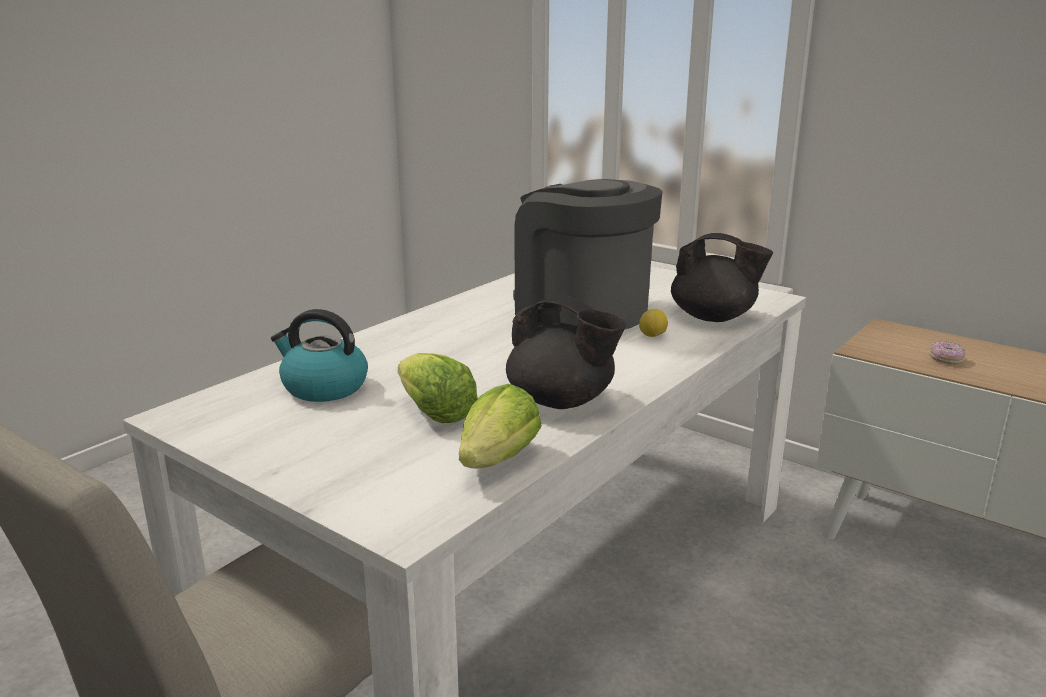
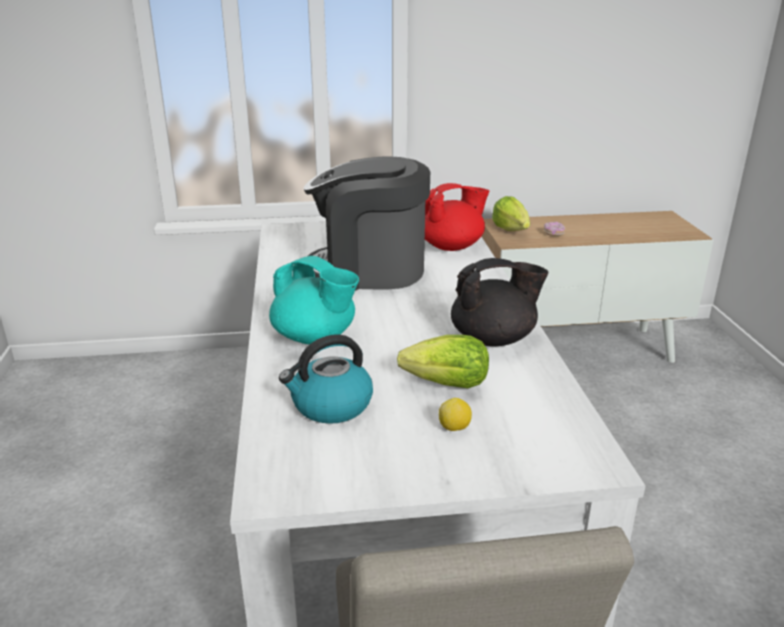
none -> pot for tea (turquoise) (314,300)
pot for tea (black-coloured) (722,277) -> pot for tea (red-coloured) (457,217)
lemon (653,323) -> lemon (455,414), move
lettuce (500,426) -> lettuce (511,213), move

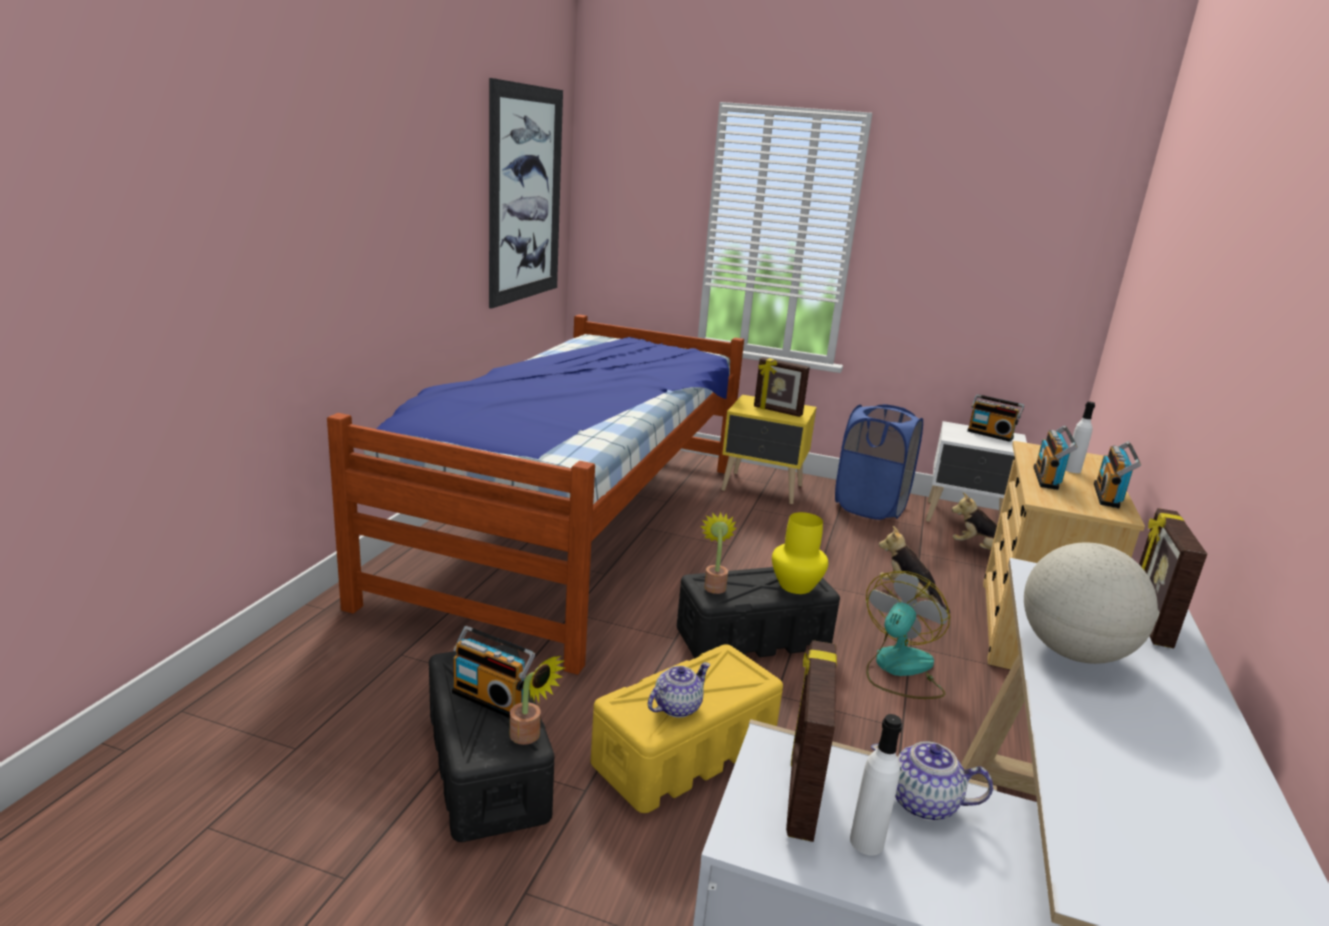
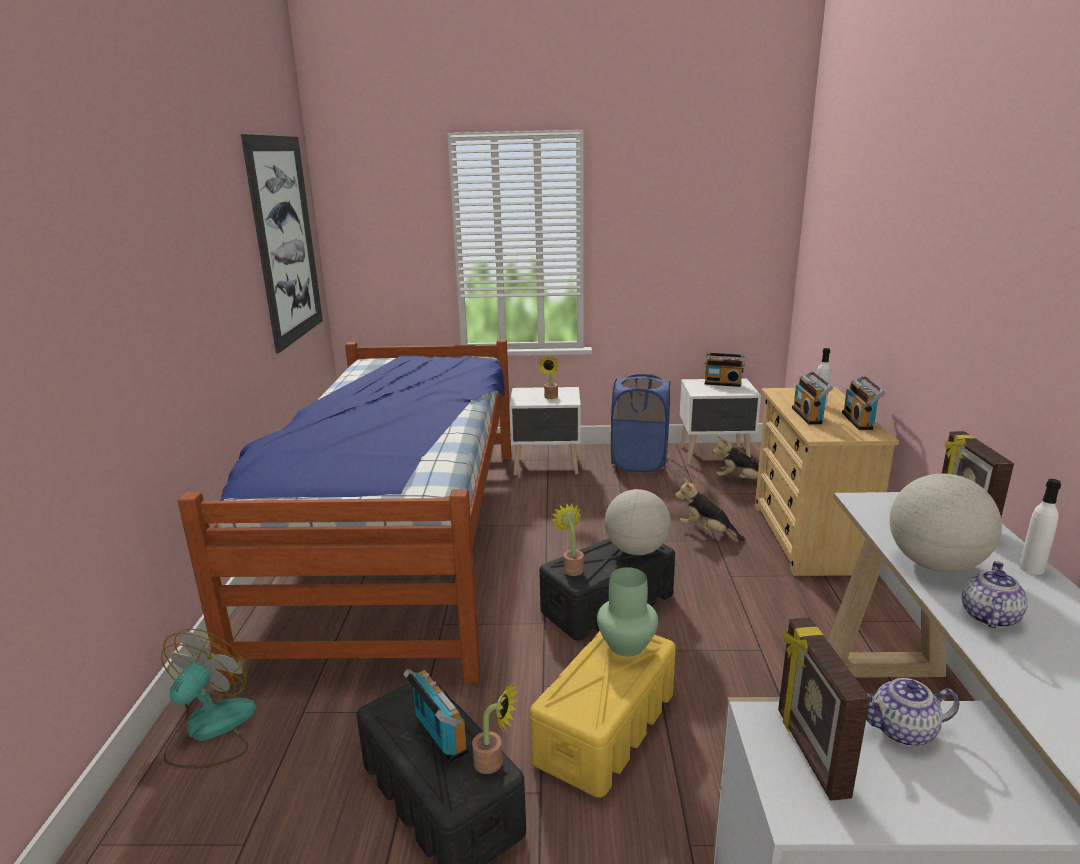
cooling fan (908,635) -> cooling fan (208,698), move
radio (493,672) -> radio (436,715), 135 degrees counterclockwise
night table (yellowish) (769,449) -> night table (white-coloured) (545,431)
photo frame (782,387) -> houseplant (548,377)
none -> decorative vase (greenish) (627,612)
decorative vase (yellowish) (800,553) -> globe (638,522)
pot for tea (679,690) -> pot for tea (995,594), move
beverage bottle (white-coloured) (876,784) -> beverage bottle (white-coloured) (1040,527), move

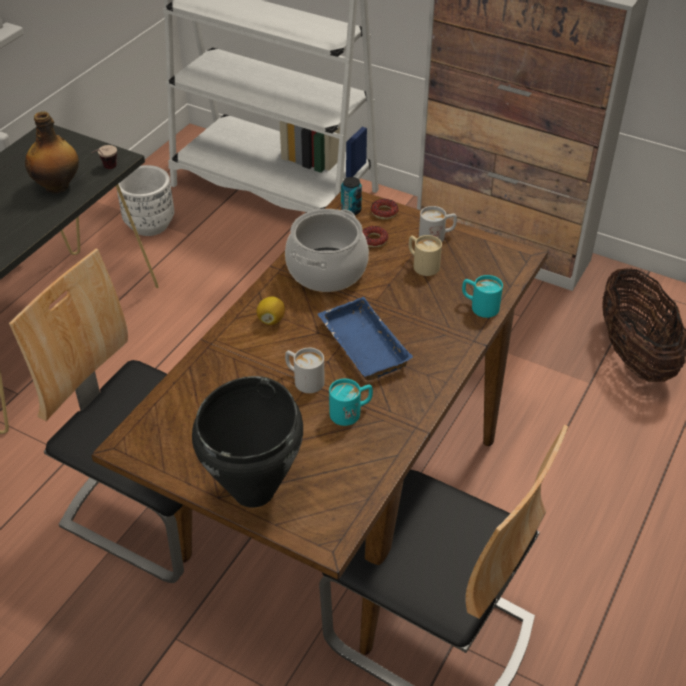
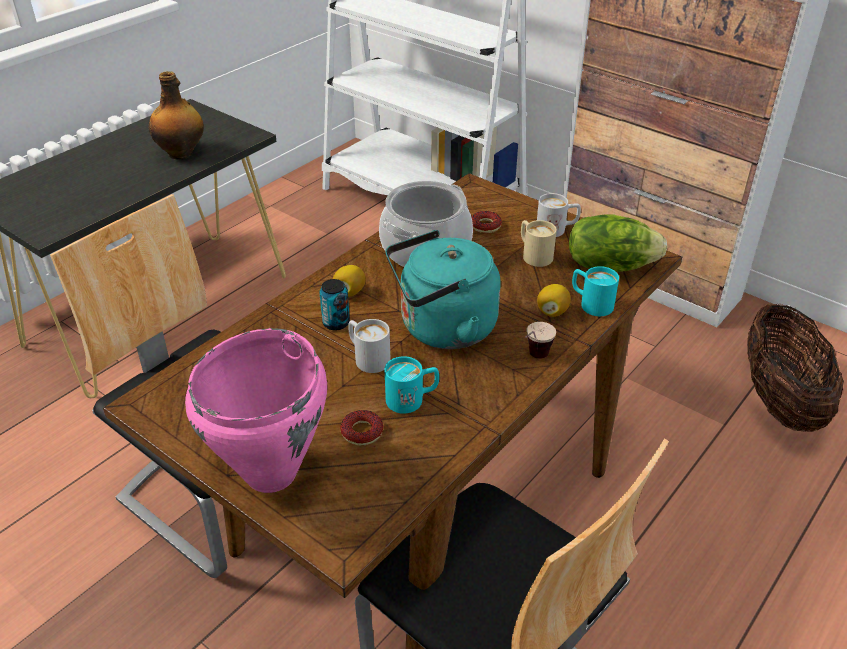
cooking pot (black-coloured) (247,442) -> cooking pot (pinkish) (256,410)
metal can (351,196) -> metal can (334,304), move
ring doughnut (385,209) -> ring doughnut (361,428), move
tray (blue-coloured) (365,339) -> water kettle (turquoise) (443,289)
small cup (104,157) -> small cup (540,340), move
none -> lemon (554,300)
none -> lettuce (618,243)
flower pot (white-coloured) (145,200) -> none

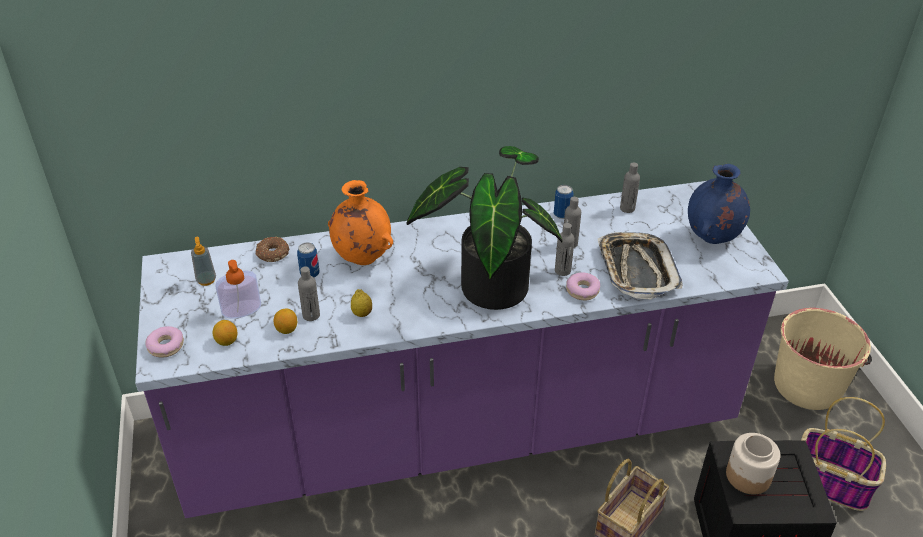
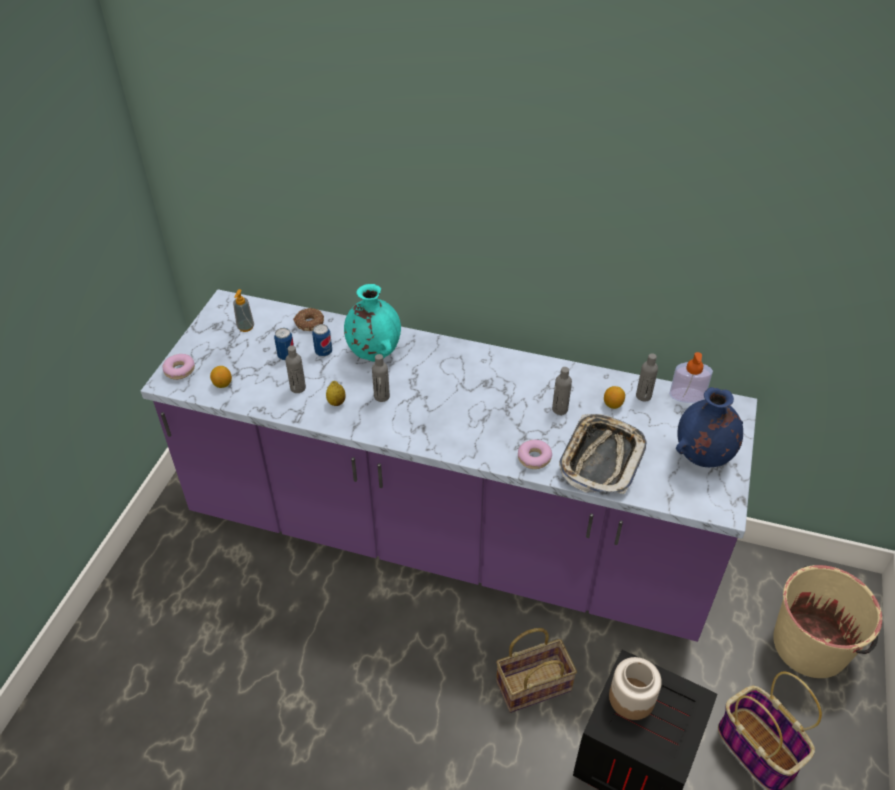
metal can (563,202) -> metal can (284,344), move
decorative vase (orange) (360,222) -> decorative vase (turquoise) (372,323)
beverage bottle (greyish) (565,249) -> beverage bottle (greyish) (381,378), move
lemon (285,321) -> lemon (614,397), move
liquid soap bottle (238,289) -> liquid soap bottle (691,377), move
houseplant (485,228) -> none

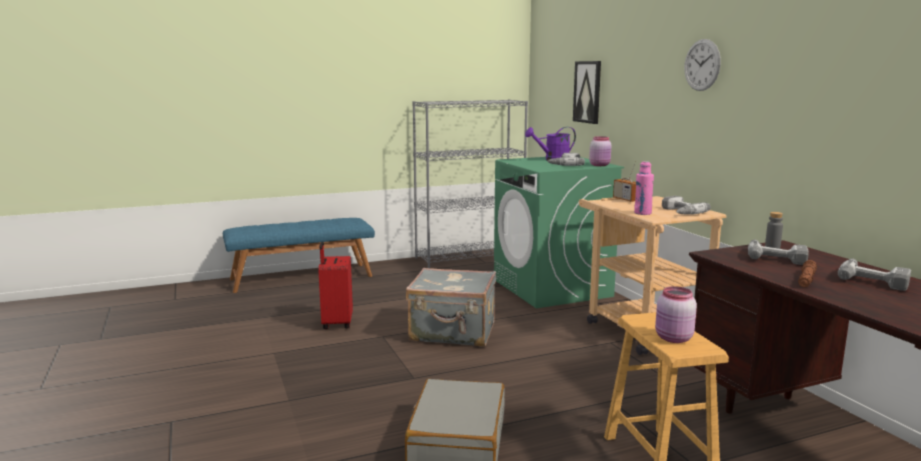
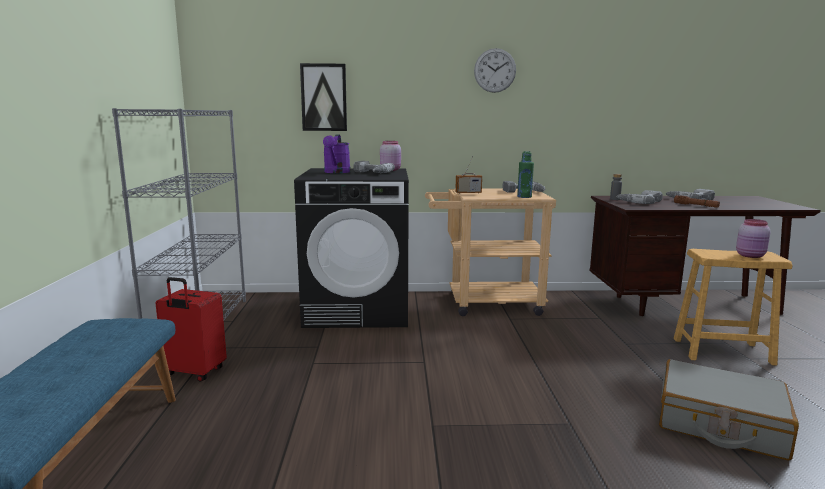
travel case (red-coloured) (335,285) -> travel case (red-coloured) (191,329), move
laundry machine (greenish) (559,232) -> laundry machine (black-coloured) (351,248)
beverage bottle (pinkish) (644,188) -> beverage bottle (greenish) (525,174)
travel case (greyish) (451,306) -> none

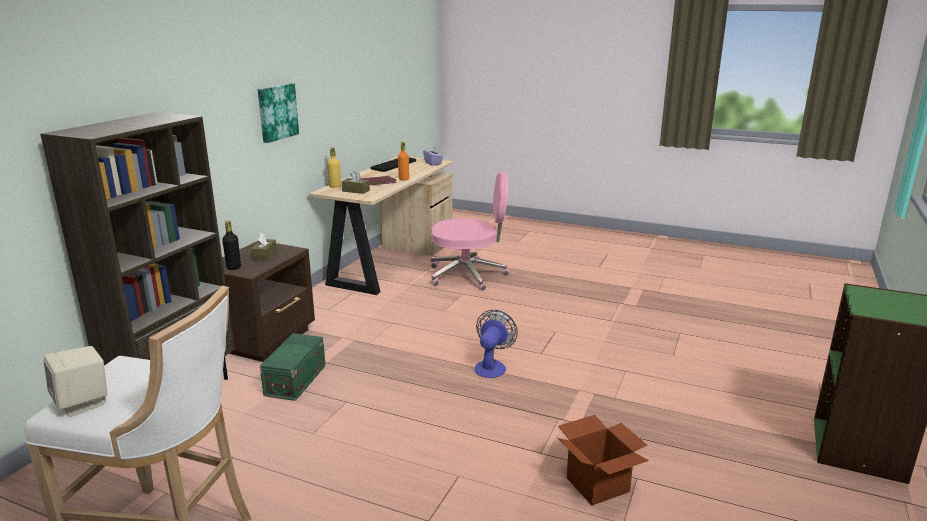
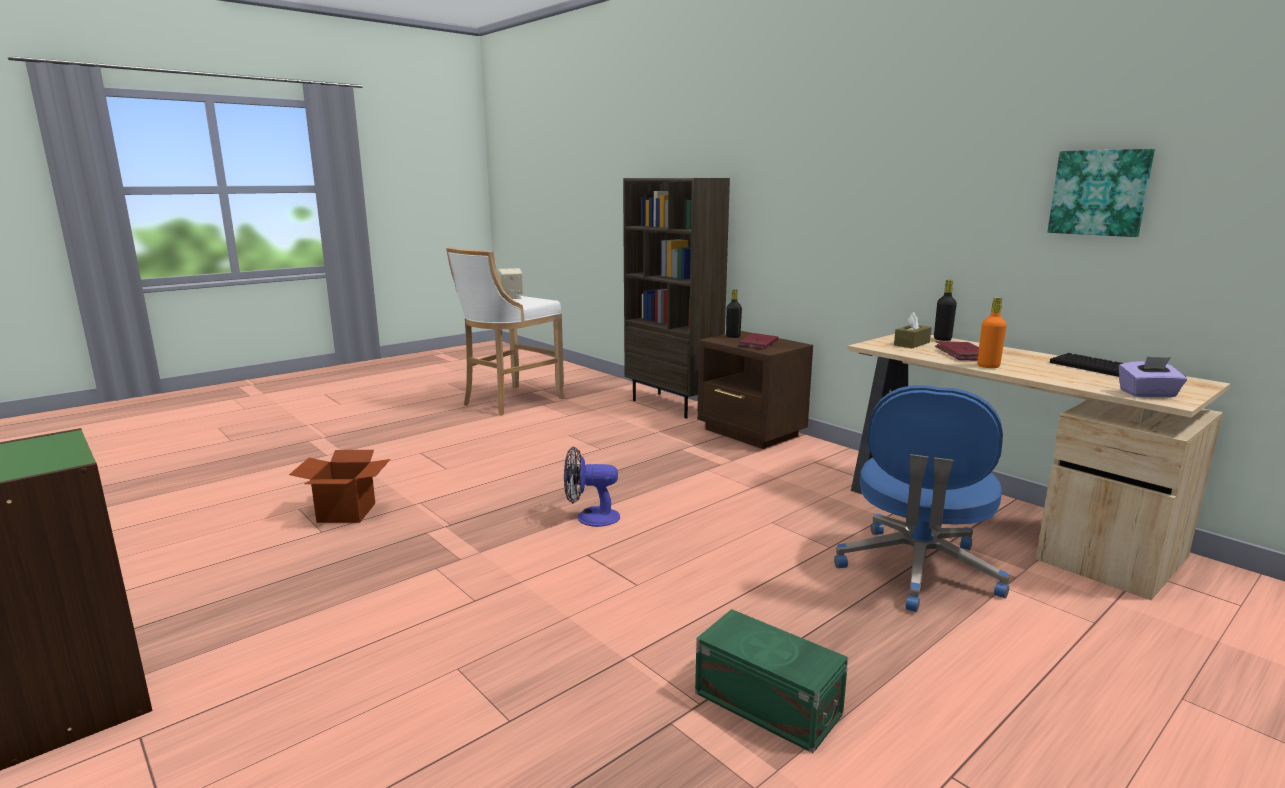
cooling fan (496,344) -> cooling fan (592,486), 135 degrees clockwise
storage container (greenish) (293,367) -> storage container (greenish) (771,681), move
tissue holder (brownish) (264,247) -> book (red-coloured) (758,341)
desk chair (pinkish) (470,231) -> desk chair (blue-coloured) (921,498)
beverage bottle (yellowish) (334,168) -> beverage bottle (black-coloured) (945,310)
wall picture (278,113) -> wall picture (1101,193), move

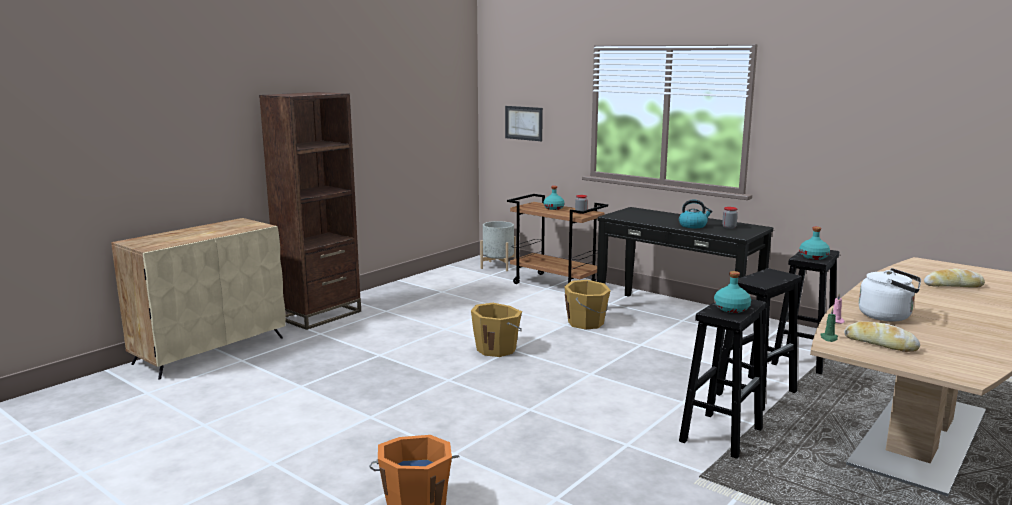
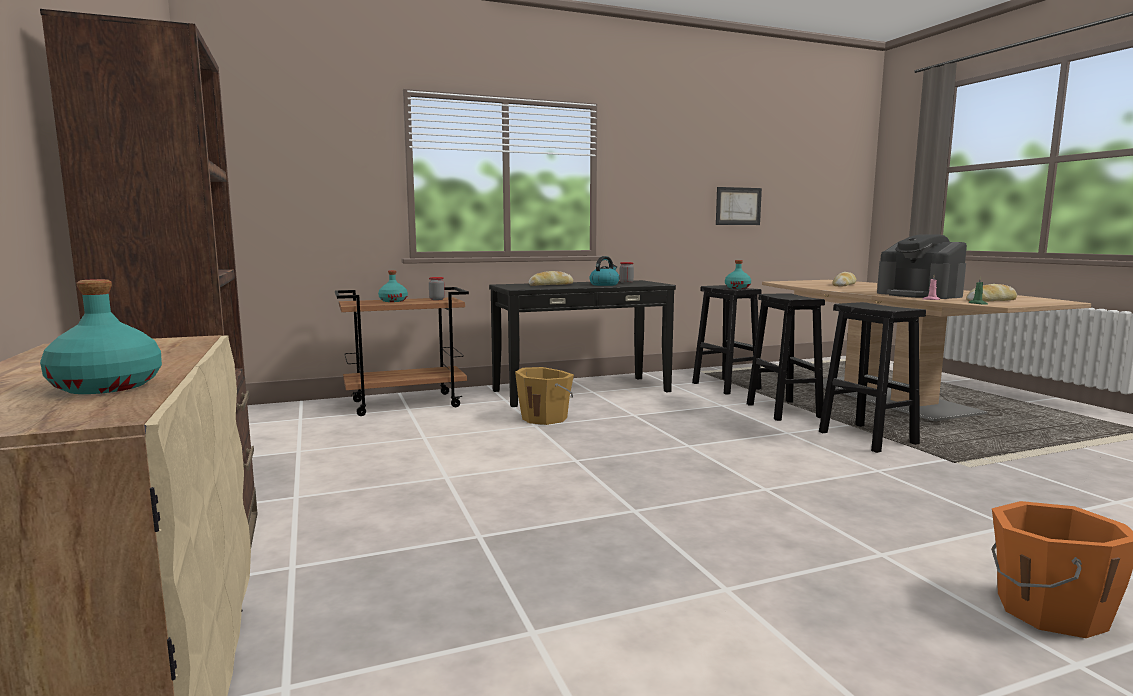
beverage bottle (turquoise) (732,292) -> beverage bottle (turquoise) (101,336), move
none -> bakery bread (551,278)
wall picture (524,123) -> wall picture (739,206), move
water kettle (white-coloured) (890,295) -> coffee maker (922,266)
bucket (orange) (496,330) -> none
flower pot (greyish) (498,246) -> none

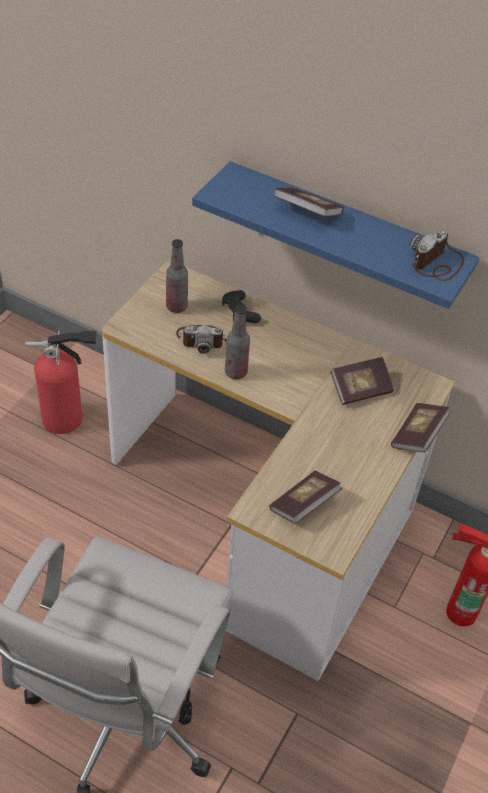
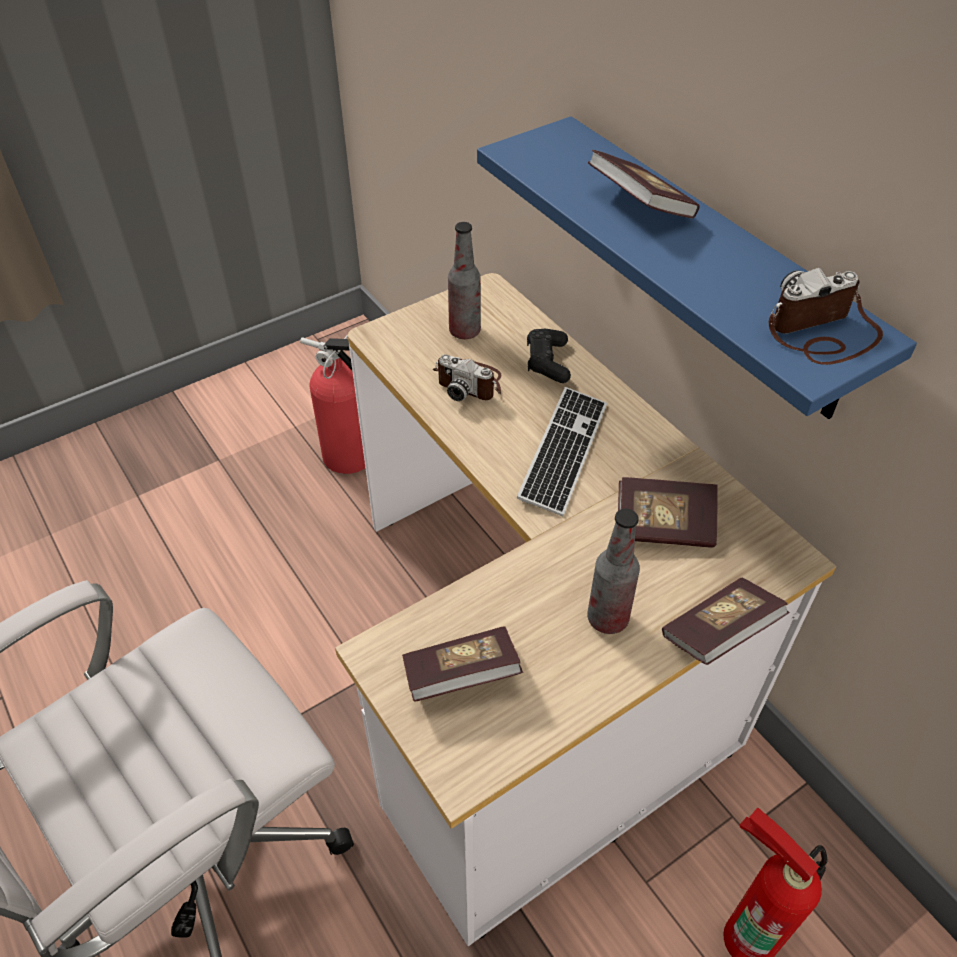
none -> PC keyboard (562,451)
beverage bottle (237,342) -> beverage bottle (613,571), move

